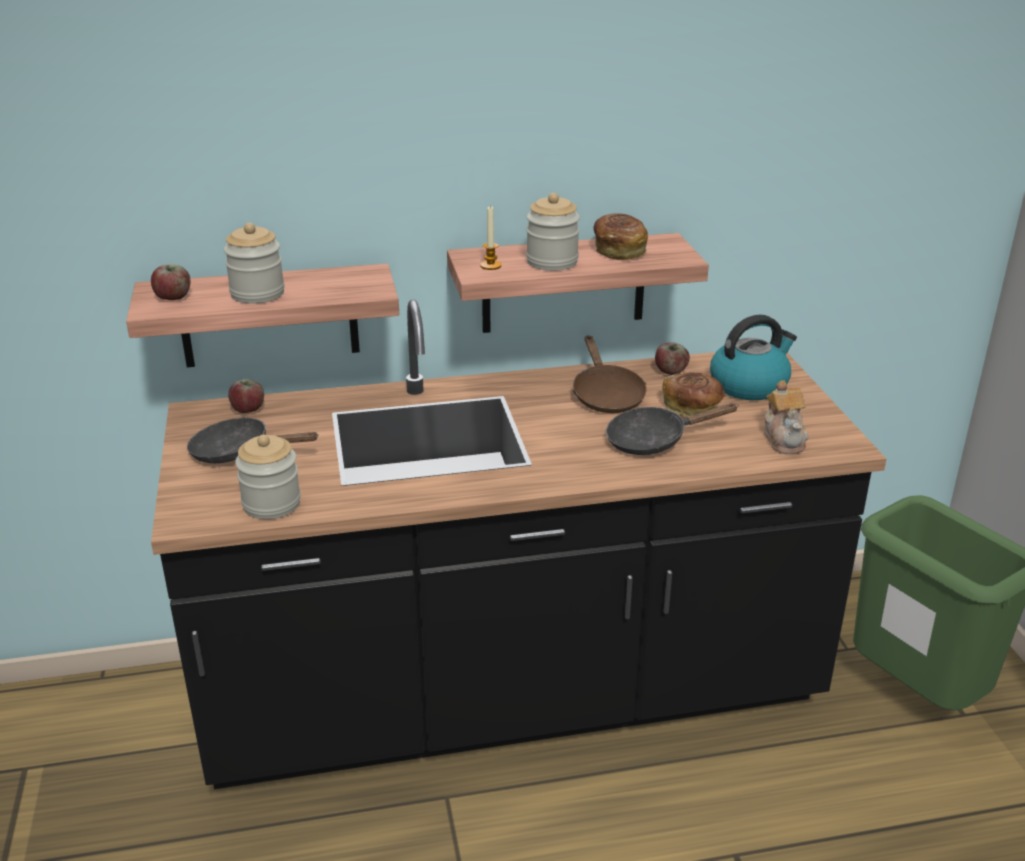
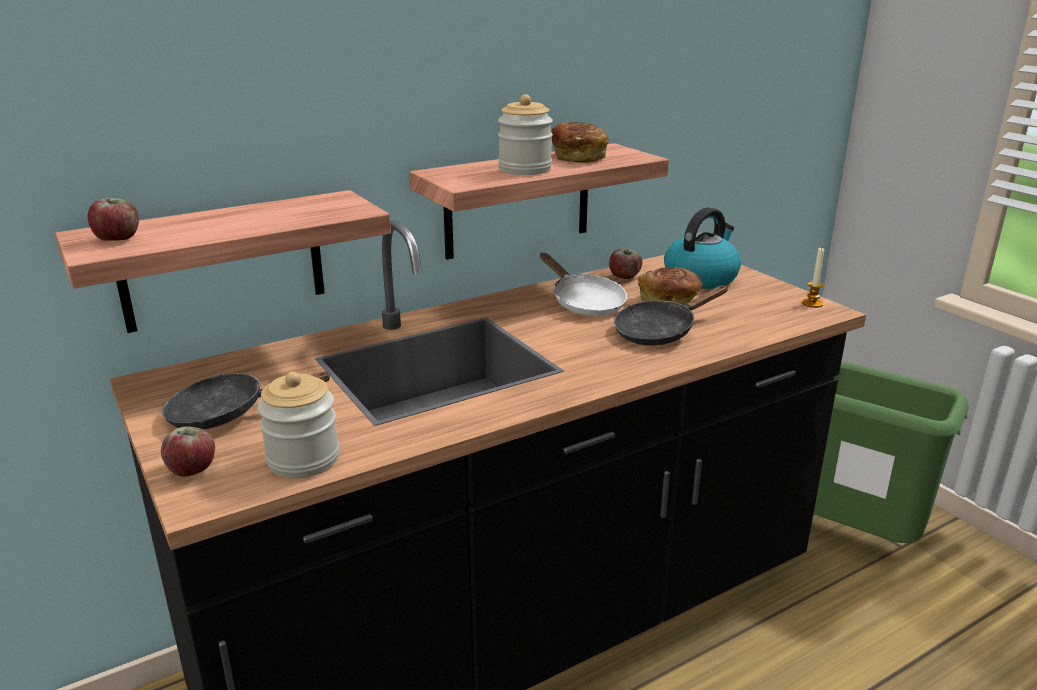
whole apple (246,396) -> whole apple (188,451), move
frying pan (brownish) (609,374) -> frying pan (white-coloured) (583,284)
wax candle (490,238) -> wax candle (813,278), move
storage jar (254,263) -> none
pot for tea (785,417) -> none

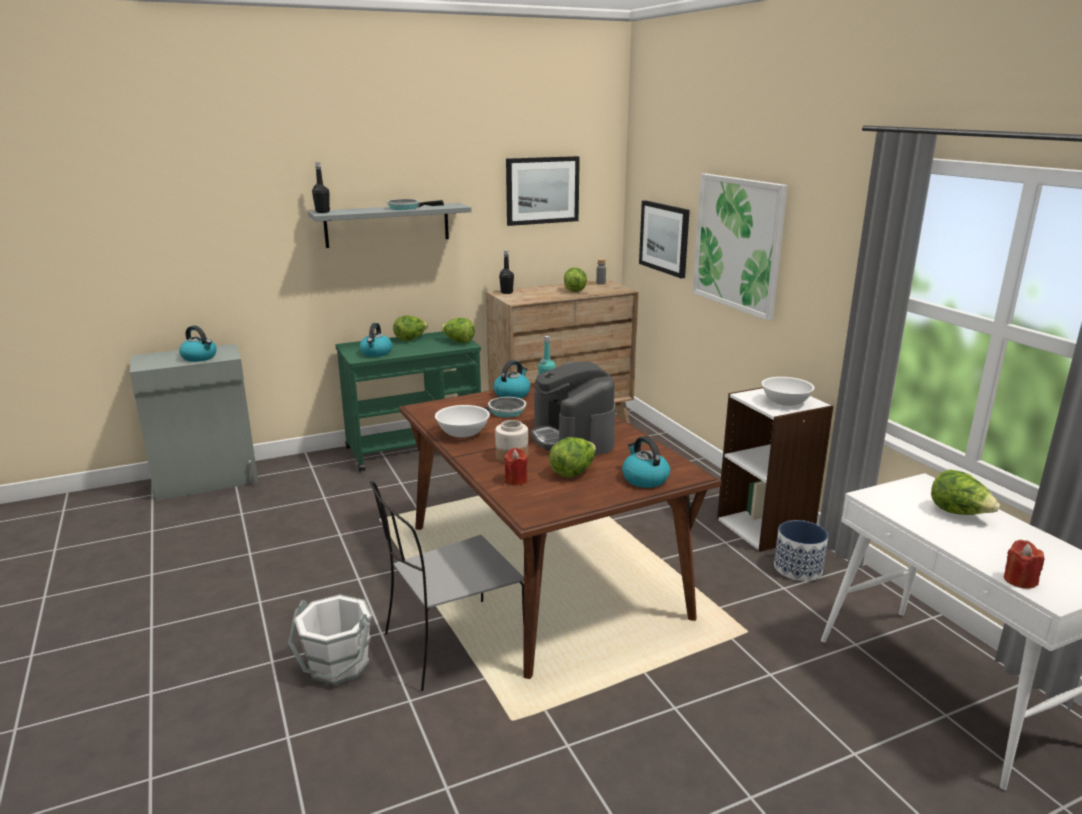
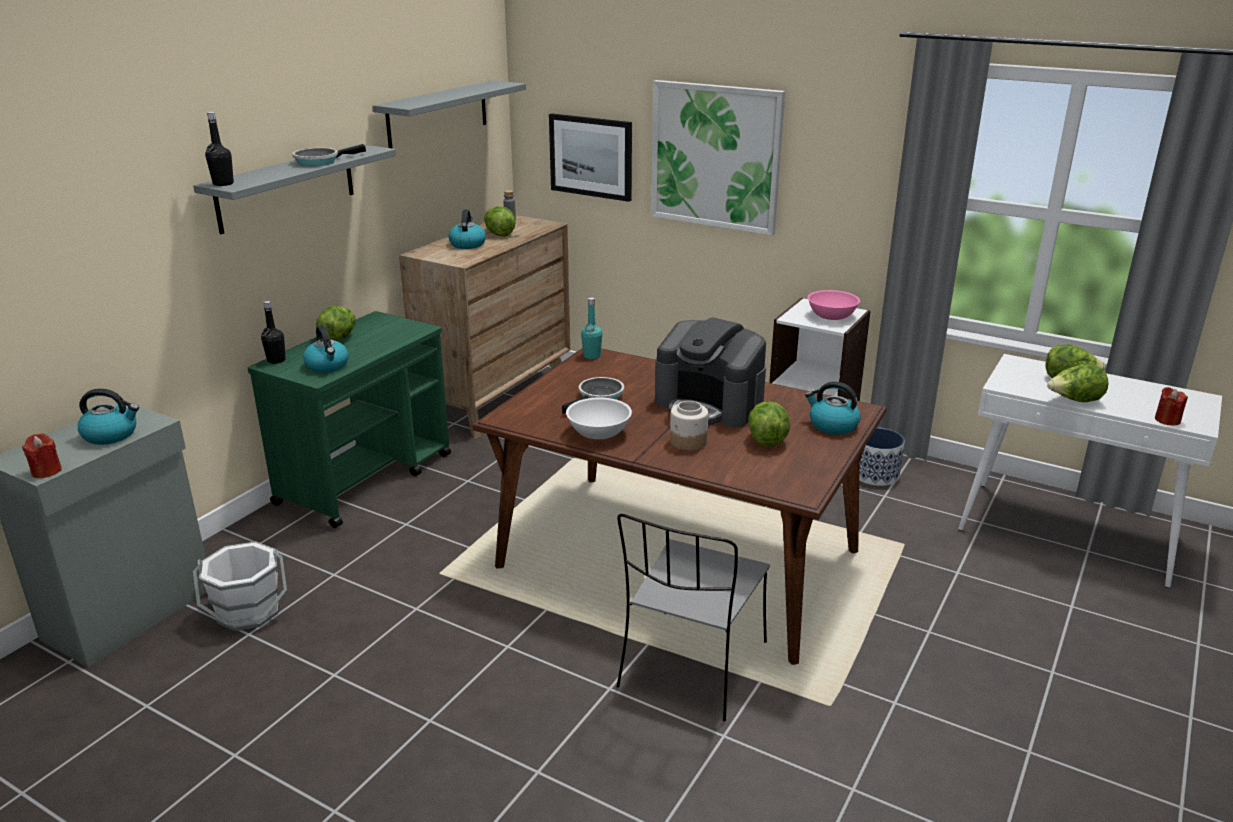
wax candle (red-coloured) (516,466) -> wax candle (red-coloured) (42,455), move
bucket (white-coloured) (330,639) -> bucket (white-coloured) (240,586), move
beverage bottle (black-coloured) (506,272) -> beverage bottle (black-coloured) (273,332), move
wall picture (543,191) -> wall shelf (greyish) (449,114)
water kettle (512,379) -> water kettle (467,229), move
bowl (white-coloured) (788,391) -> bowl (pinkish) (833,305)
lettuce (458,330) -> lettuce (1077,383), move

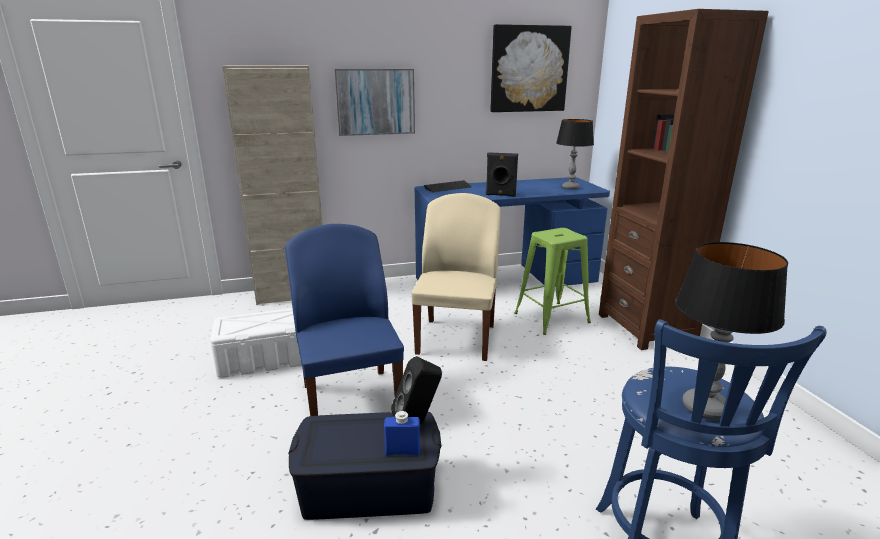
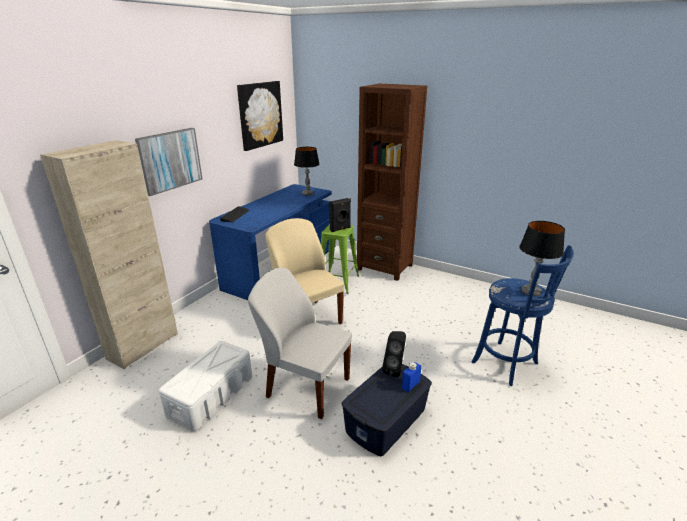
plain chair (blue-coloured) (344,320) -> plain chair (white-coloured) (300,343)
loudspeaker (black-coloured) (502,174) -> loudspeaker (black-coloured) (340,215), move

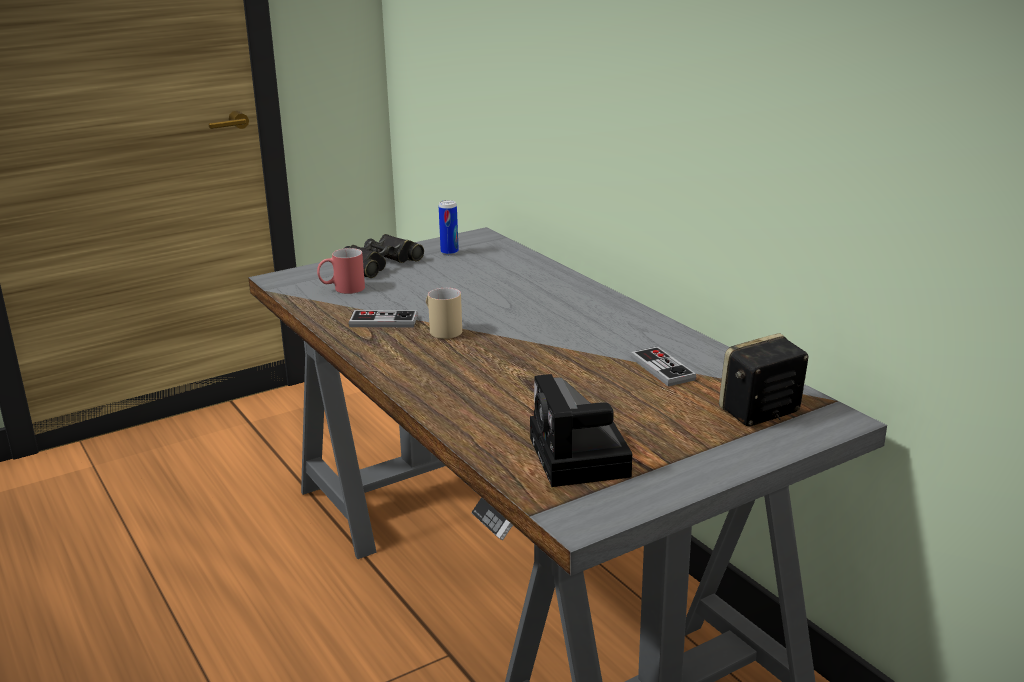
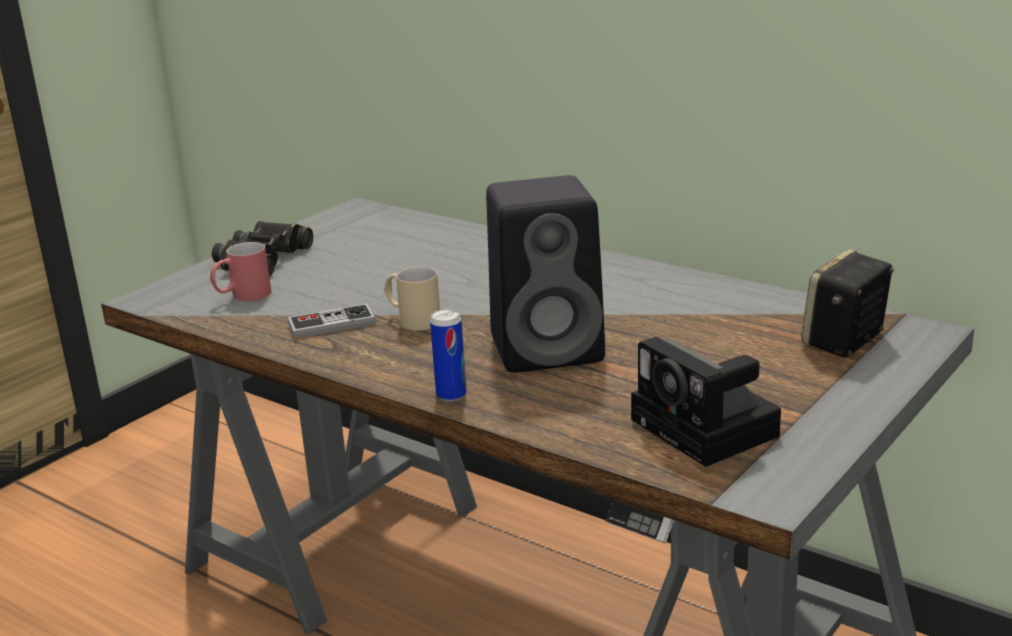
metal can (449,227) -> metal can (448,355), move
none -> loudspeaker (black-coloured) (545,274)
gamepad (663,366) -> none

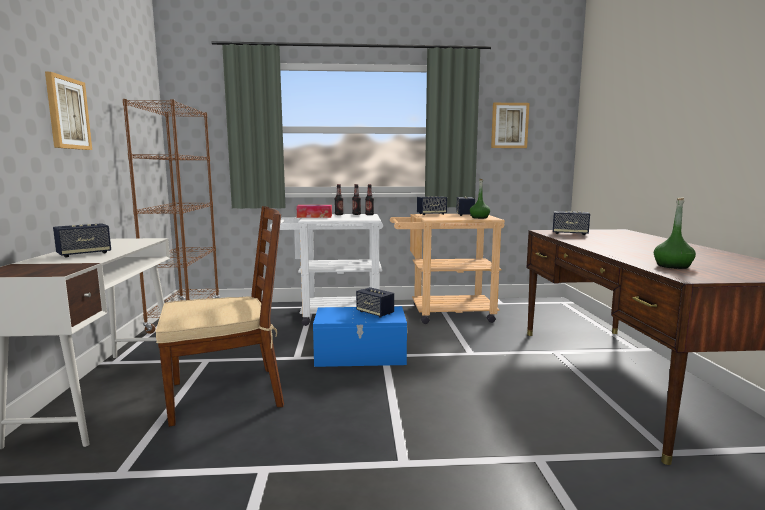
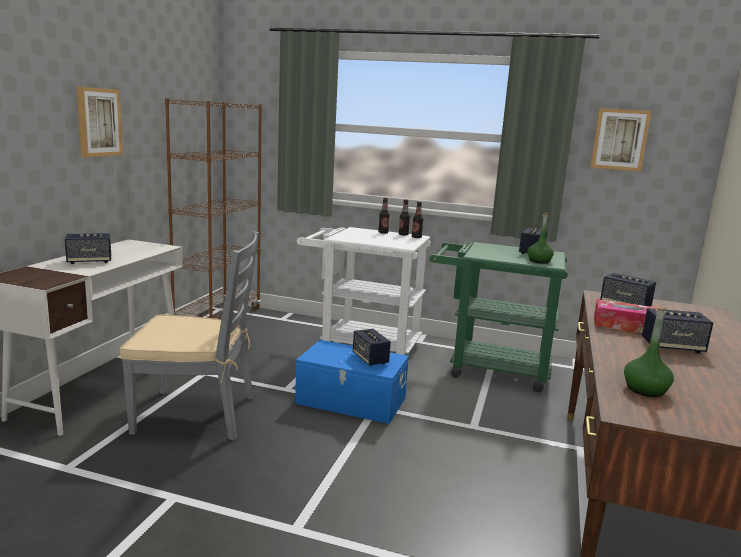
plain chair (brownish) (219,316) -> plain chair (greyish) (189,336)
cart (beige) (447,269) -> cart (greenish) (498,317)
tissue holder (314,211) -> tissue holder (625,316), move
loudspeaker (432,205) -> loudspeaker (677,330), move

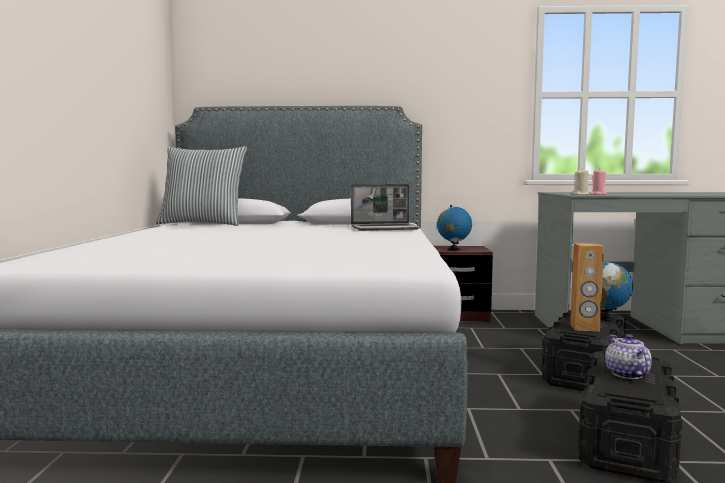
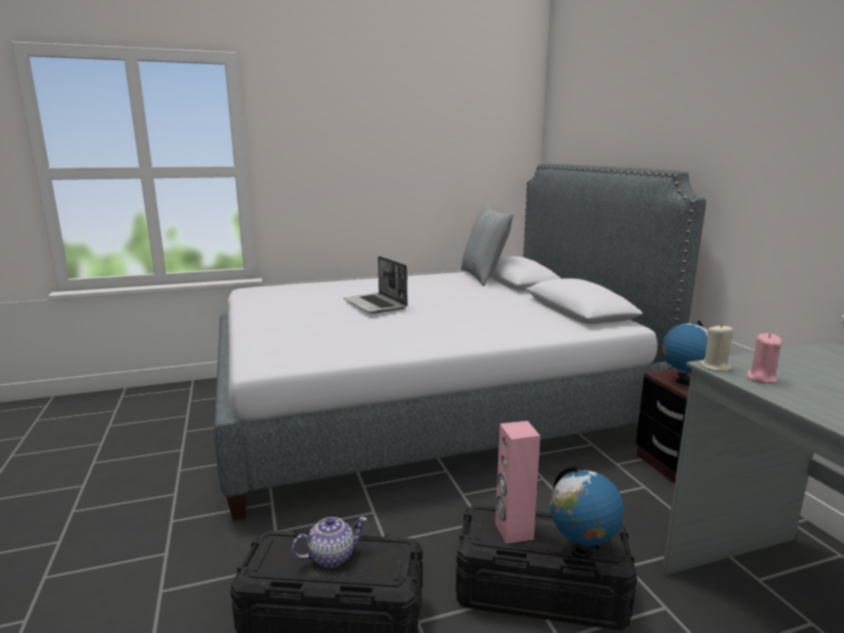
laptop (385,207) -> laptop (375,285), move
loudspeaker (brownish) (587,287) -> loudspeaker (pinkish) (517,482)

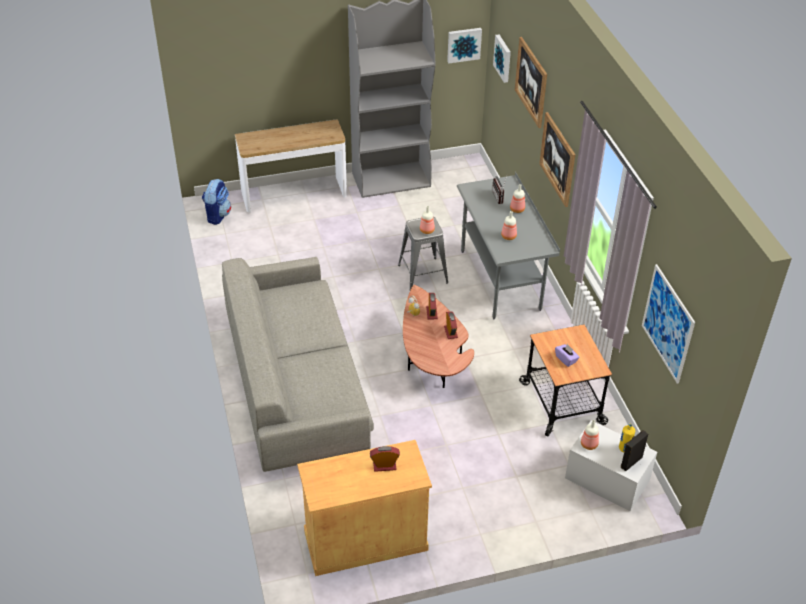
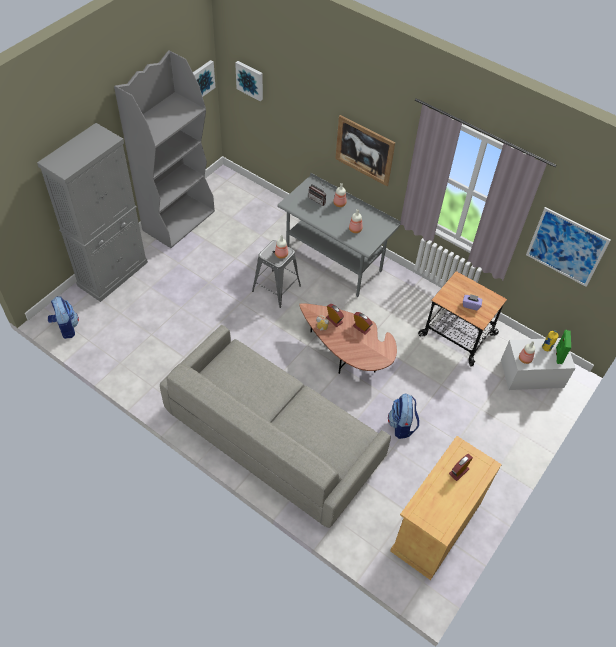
narrow table (291,166) -> storage cabinet (greyish) (92,212)
none -> rucksack (403,416)
loudspeaker (black-coloured) (634,450) -> loudspeaker (greenish) (563,347)
wall picture (531,82) -> none

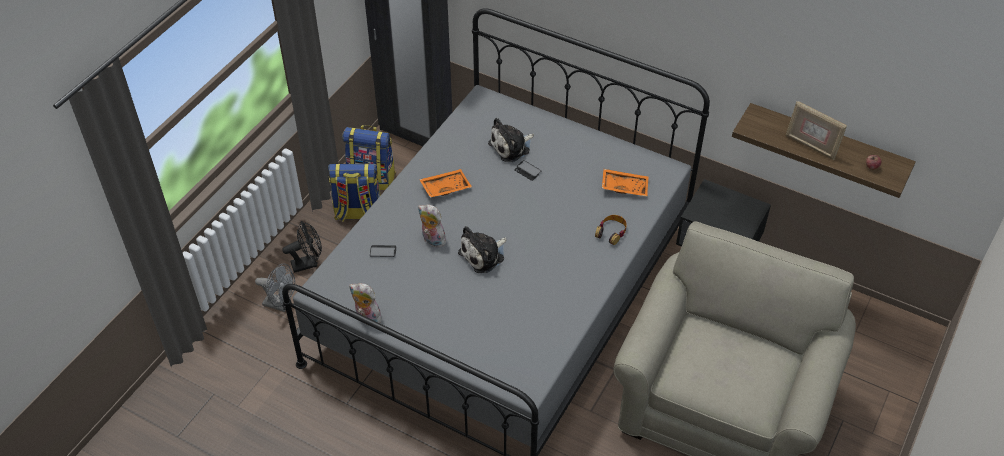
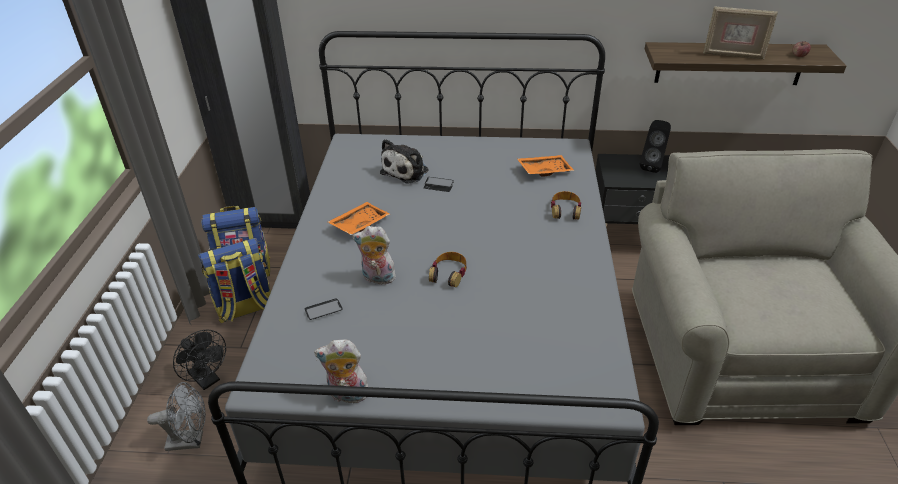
cooling fan (black-coloured) (302,247) -> cooling fan (black-coloured) (199,359), 90 degrees clockwise
cuddly toy (482,249) -> headset (448,269)
none -> loudspeaker (black-coloured) (655,146)

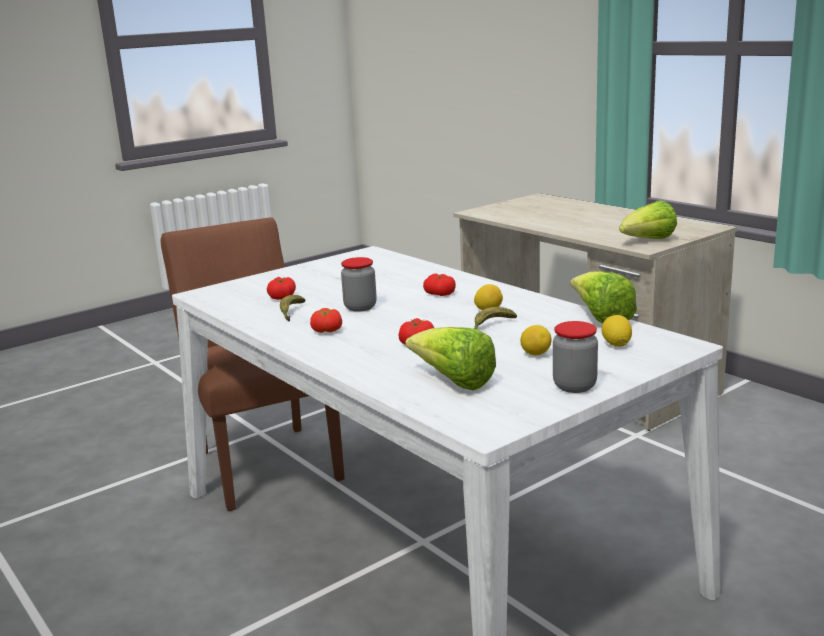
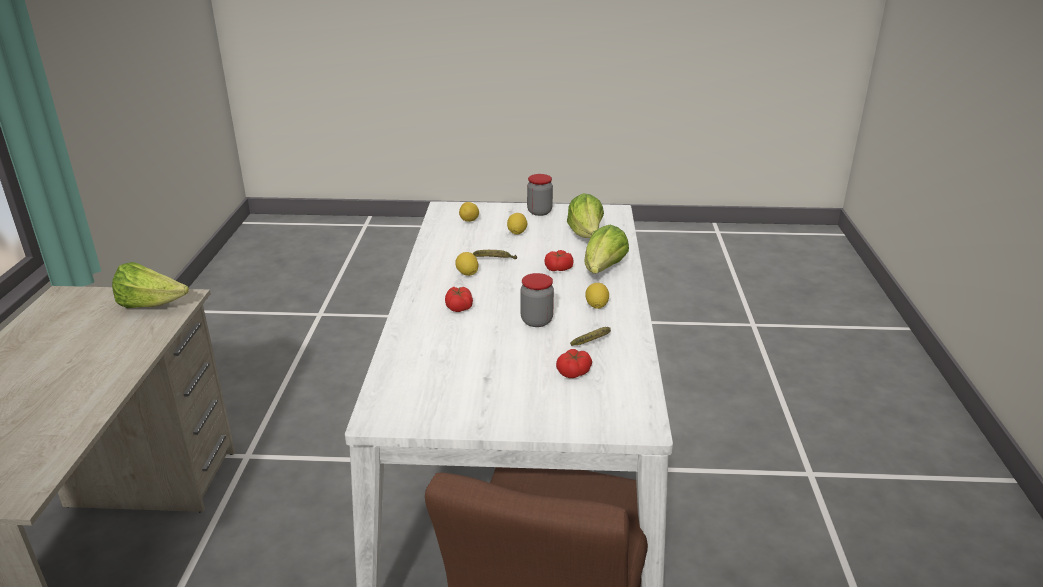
lettuce (603,297) -> lettuce (606,249), move
whole tomato (326,320) -> lemon (597,296)

